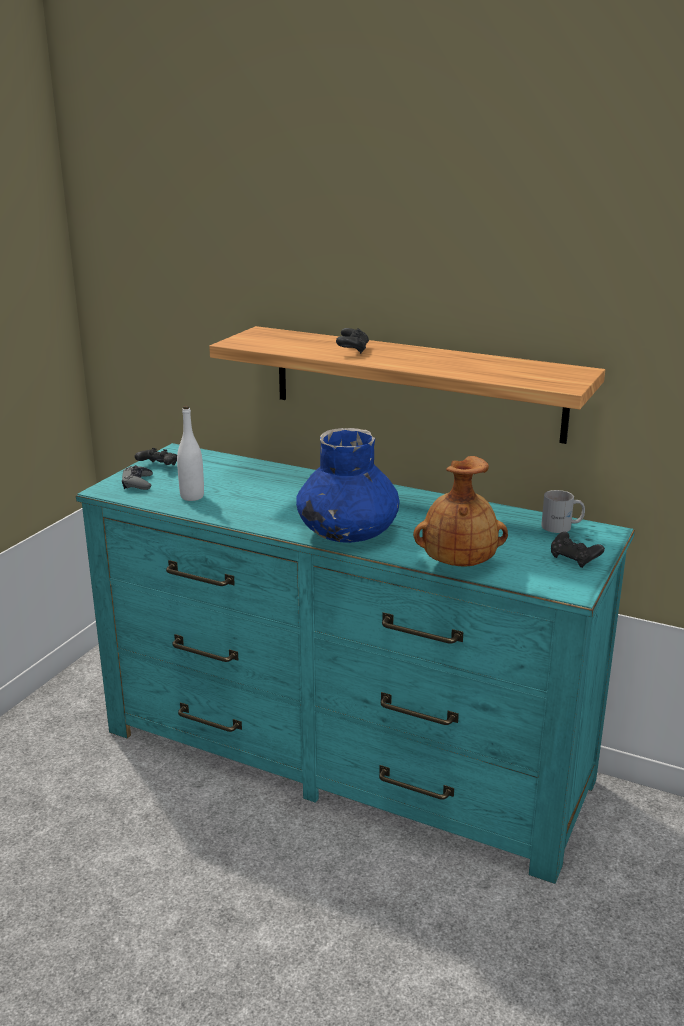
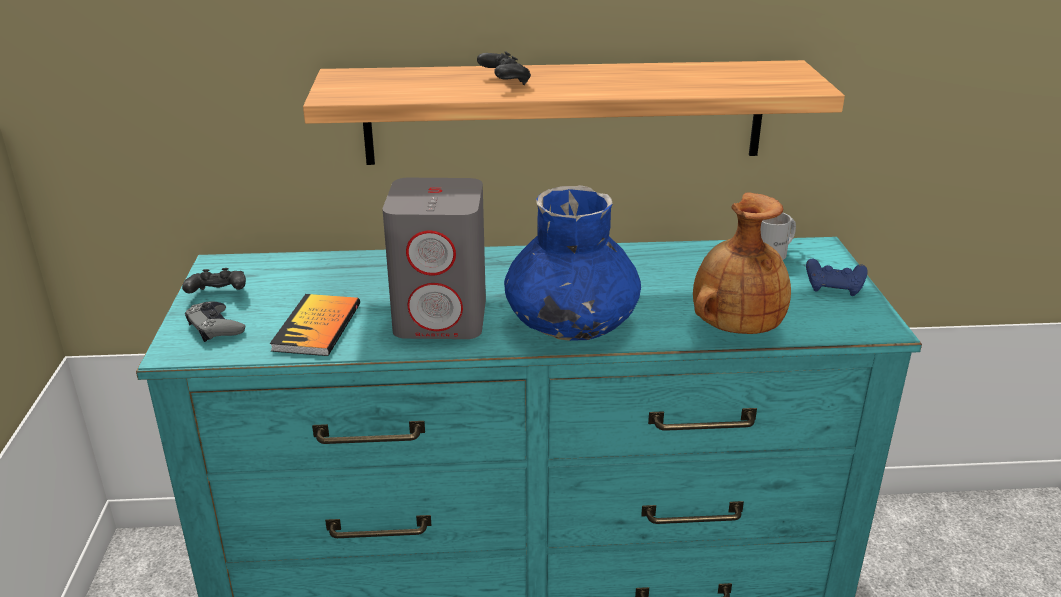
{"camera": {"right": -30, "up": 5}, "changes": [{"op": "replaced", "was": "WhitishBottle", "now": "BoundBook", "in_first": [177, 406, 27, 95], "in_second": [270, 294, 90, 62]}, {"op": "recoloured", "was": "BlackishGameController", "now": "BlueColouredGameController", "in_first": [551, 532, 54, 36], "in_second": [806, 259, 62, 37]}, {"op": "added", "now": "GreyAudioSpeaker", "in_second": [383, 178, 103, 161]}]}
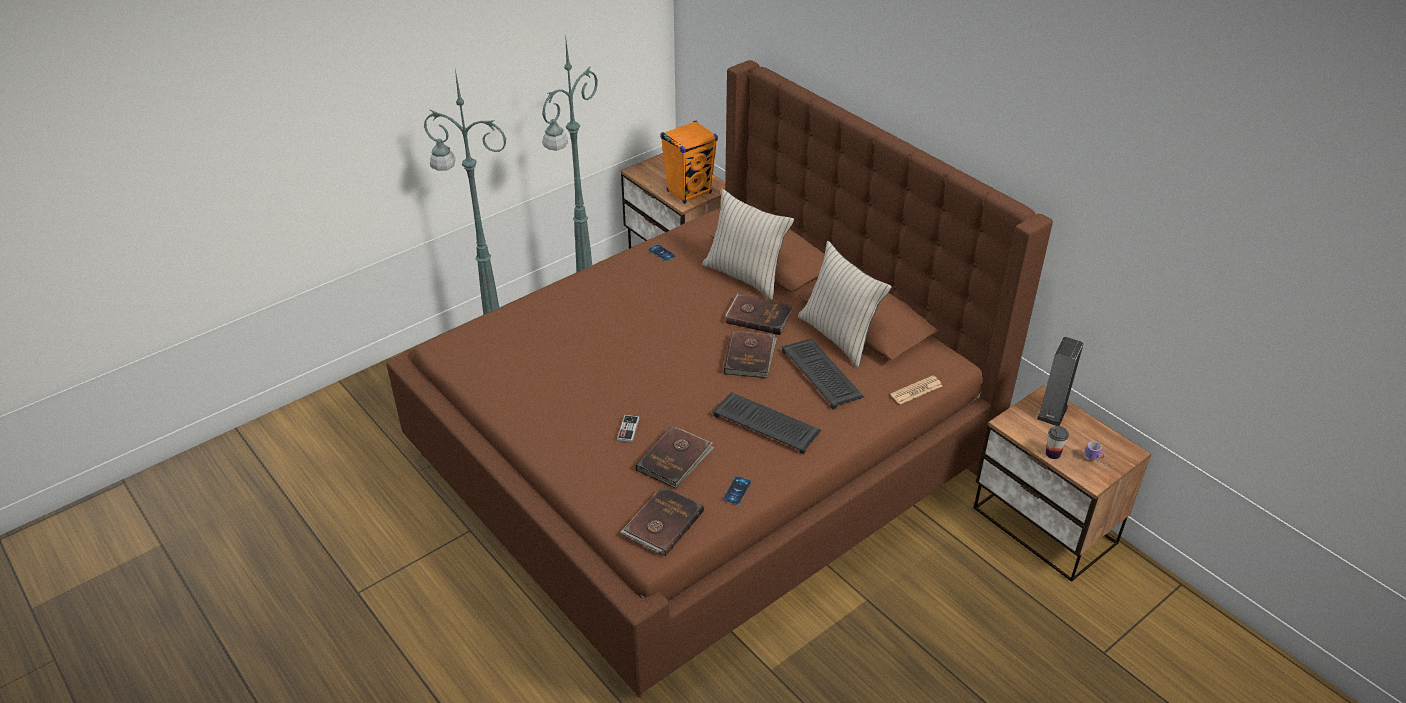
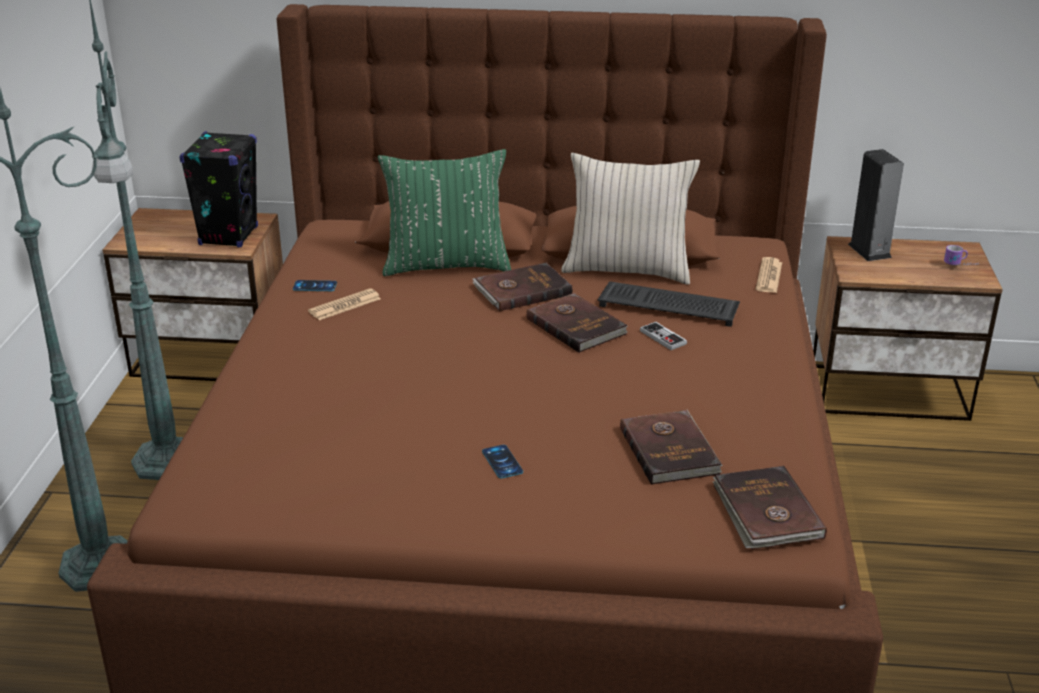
{"camera": {"right": -45, "up": -10}, "changes": [{"op": "recoloured", "was": "OrangeyAudioSpeaker", "now": "BlackishAudioSpeaker", "in_first": [660, 121, 58, 83], "in_second": [180, 131, 78, 116]}, {"op": "recoloured", "was": "BeigeColouredThrowPillow", "now": "GreenColouredThrowPillow", "in_first": [702, 188, 92, 112], "in_second": [378, 149, 133, 127]}, {"op": "removed", "was": "PcKeyboard", "in_first": [712, 392, 109, 63]}, {"op": "moved", "was": "GameController", "in_first": [617, 415, 23, 28], "in_second": [640, 322, 47, 28]}, {"op": "removed", "was": "Cup", "in_first": [1046, 426, 23, 33]}, {"op": "moved", "was": "Telephone", "in_first": [723, 476, 28, 29], "in_second": [482, 445, 41, 33]}, {"op": "added", "now": "DailyPaper", "in_second": [308, 288, 73, 32]}]}
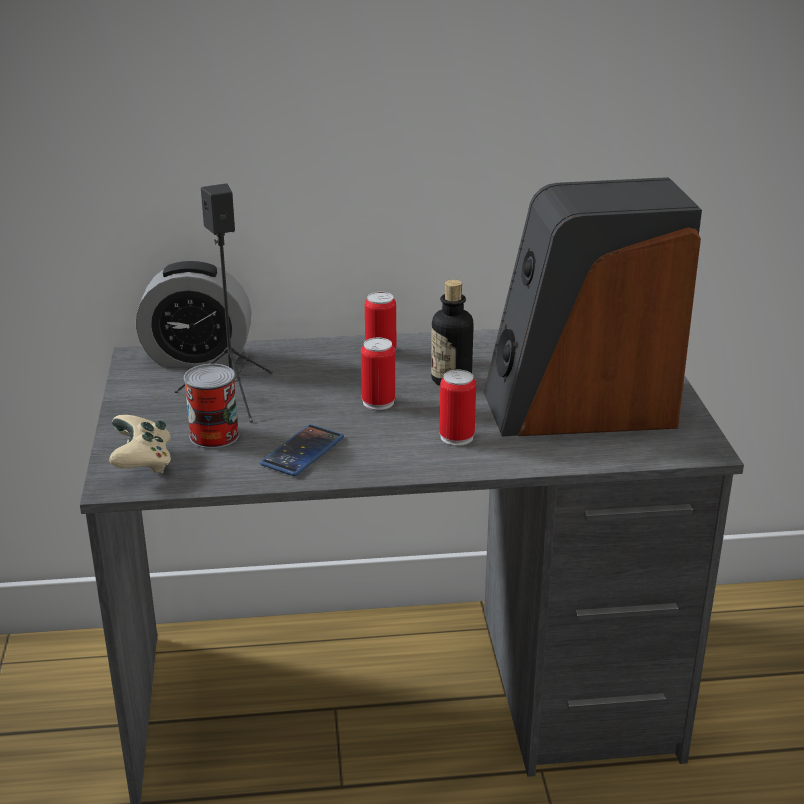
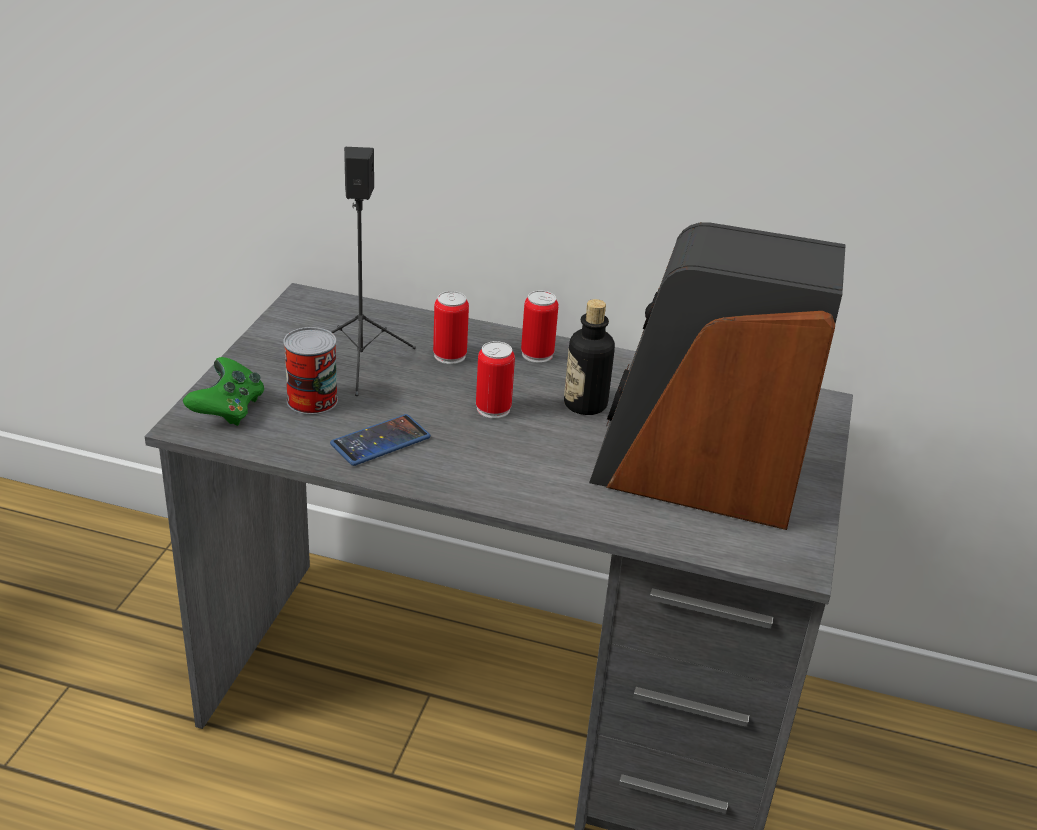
{"camera": {"right": 20, "up": 5}, "changes": [{"op": "removed", "was": "TableClock", "in_first": [136, 261, 116, 106]}, {"op": "moved", "was": "MetalCan", "in_first": [439, 370, 37, 76], "in_second": [433, 291, 36, 73]}, {"op": "recoloured", "was": "BeigeColouredGameController", "now": "GreenColouredGameController", "in_first": [109, 415, 62, 58], "in_second": [183, 357, 81, 69]}]}
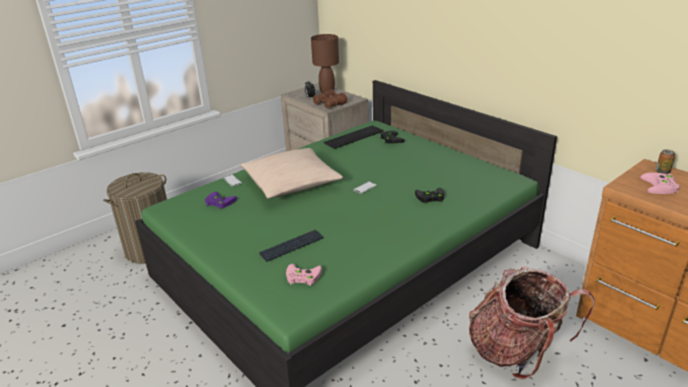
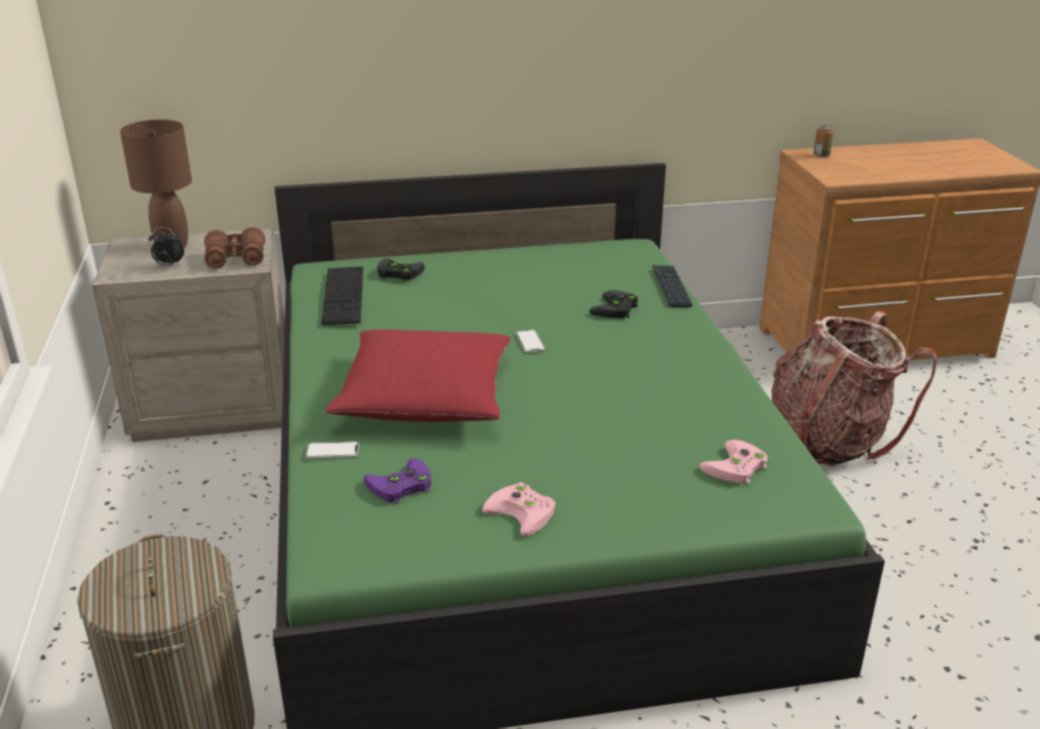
{"camera": {"right": -60, "up": 0}, "changes": [{"op": "recoloured", "was": "BeigeColouredThrowPillow", "now": "ReddishThrowPillow", "in_first": [240, 148, 104, 51], "in_second": [325, 329, 186, 93]}, {"op": "moved", "was": "PinkGameController", "in_first": [640, 172, 39, 22], "in_second": [482, 482, 74, 55]}, {"op": "moved", "was": "PcKeyboard", "in_first": [259, 230, 65, 32], "in_second": [652, 265, 41, 43]}]}
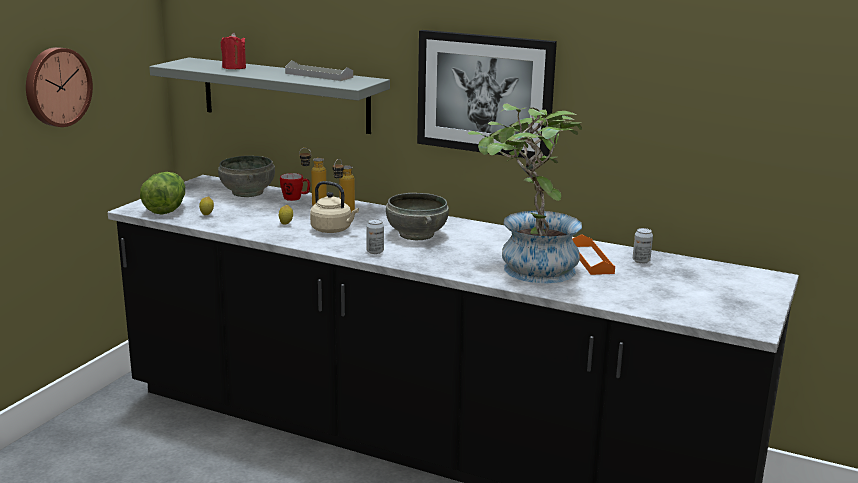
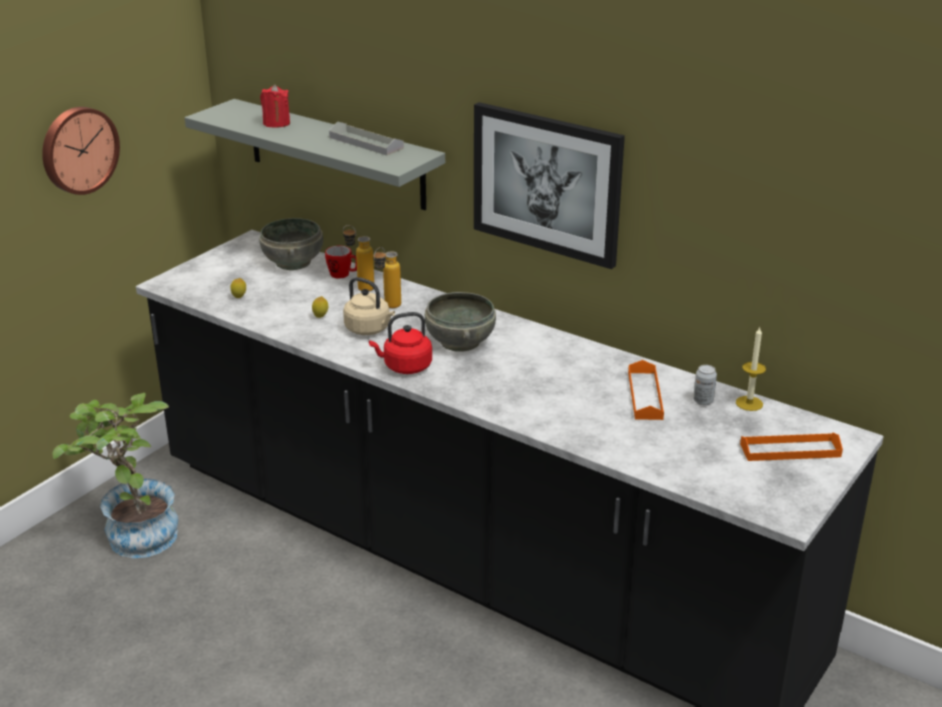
{"camera": {"right": 10, "up": 10}, "changes": [{"op": "moved", "was": "PottedPlant", "in_first": [468, 104, 114, 180], "in_second": [52, 393, 127, 165]}, {"op": "removed", "was": "LettuceHead", "in_first": [140, 172, 45, 43]}, {"op": "replaced", "was": "MetalCan", "now": "ReddishKettle", "in_first": [366, 219, 18, 35], "in_second": [369, 312, 63, 62]}, {"op": "added", "now": "WaxCandle", "in_second": [736, 327, 30, 84]}, {"op": "added", "now": "OrangeyCarryingTray", "in_second": [740, 432, 103, 29]}]}
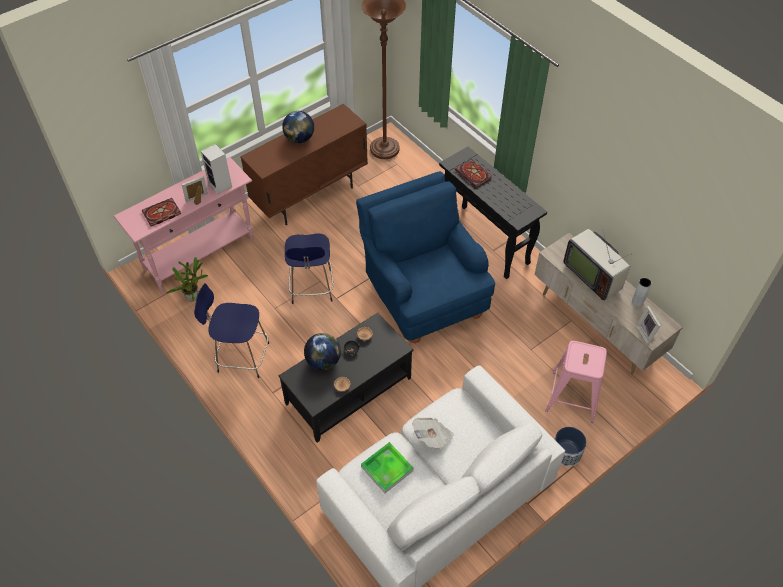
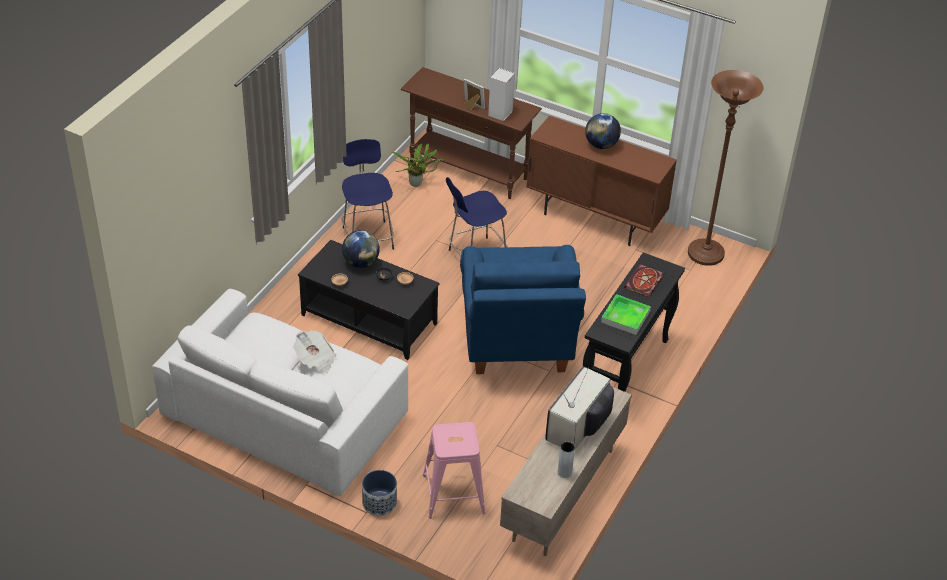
{"camera": {"right": 65, "up": -10}, "changes": [{"op": "recoloured", "was": "PinkHallTable", "now": "BrownishHallTable", "in_first": [113, 157, 141, 135], "in_second": [401, 67, 141, 132]}, {"op": "turned", "was": "BlueColouredEasyChair", "in_first": [356, 171, 139, 172], "in_second": [460, 245, 126, 129], "clockwise": 135}, {"op": "removed", "was": "BoundBook", "in_first": [142, 198, 39, 28]}, {"op": "removed", "was": "PhotoFrame", "in_first": [636, 306, 25, 39]}, {"op": "moved", "was": "CarryingTray", "in_first": [361, 442, 53, 51], "in_second": [601, 294, 50, 41]}]}
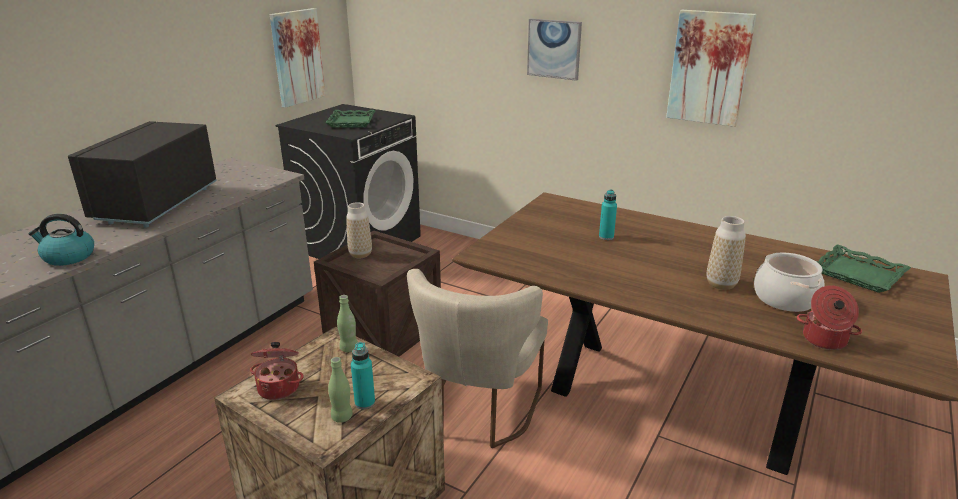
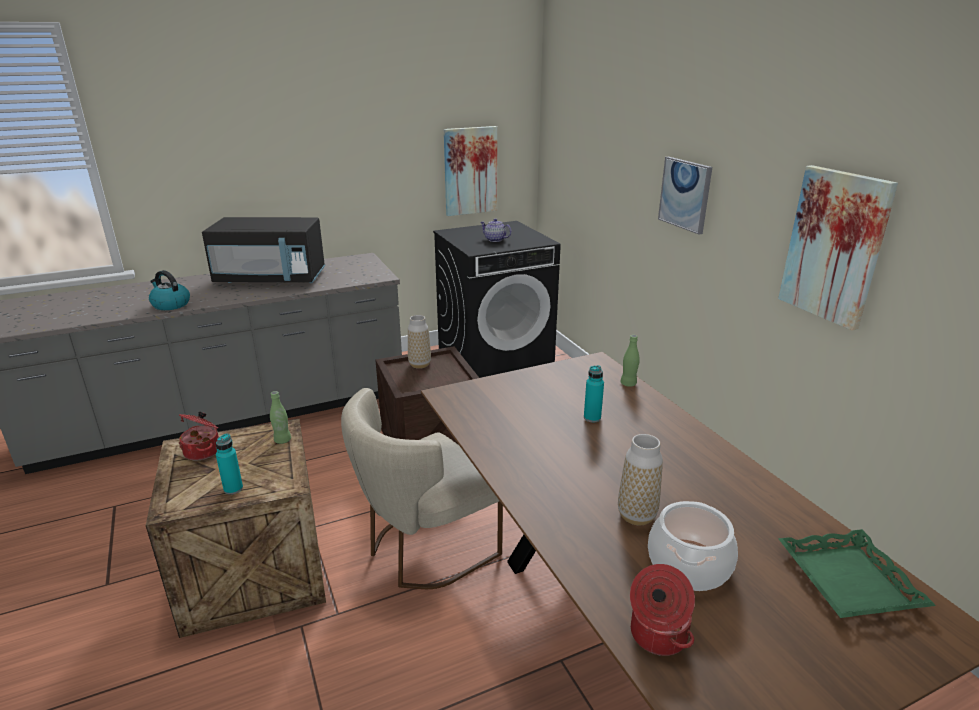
{"camera": {"right": 35, "up": 0}, "changes": [{"op": "replaced", "was": "GreenColouredCarryingTray", "now": "Teapot", "in_first": [325, 110, 51, 17], "in_second": [480, 219, 32, 23]}, {"op": "turned", "was": "BlackishMicrowave", "in_first": [68, 121, 149, 107], "in_second": [202, 217, 123, 66], "clockwise": -135}, {"op": "moved", "was": "GreenColouredBottle", "in_first": [328, 357, 25, 66], "in_second": [621, 335, 19, 52]}]}
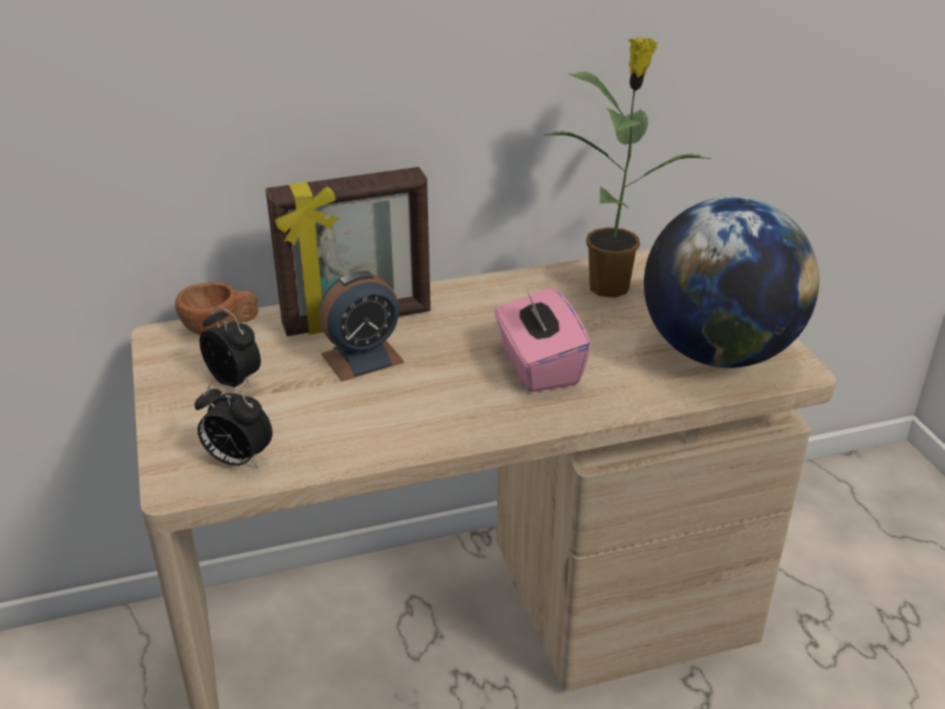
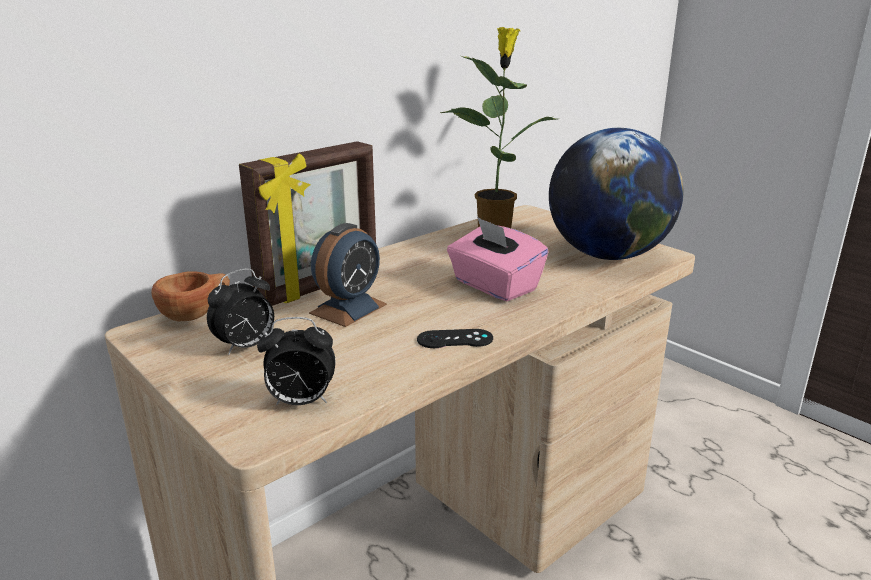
{"camera": {"right": -25, "up": -10}, "changes": [{"op": "turned", "was": "TableClock", "in_first": [200, 306, 61, 82], "in_second": [207, 268, 67, 87], "clockwise": 120}, {"op": "added", "now": "BlackishGameController", "in_second": [417, 329, 76, 19]}]}
